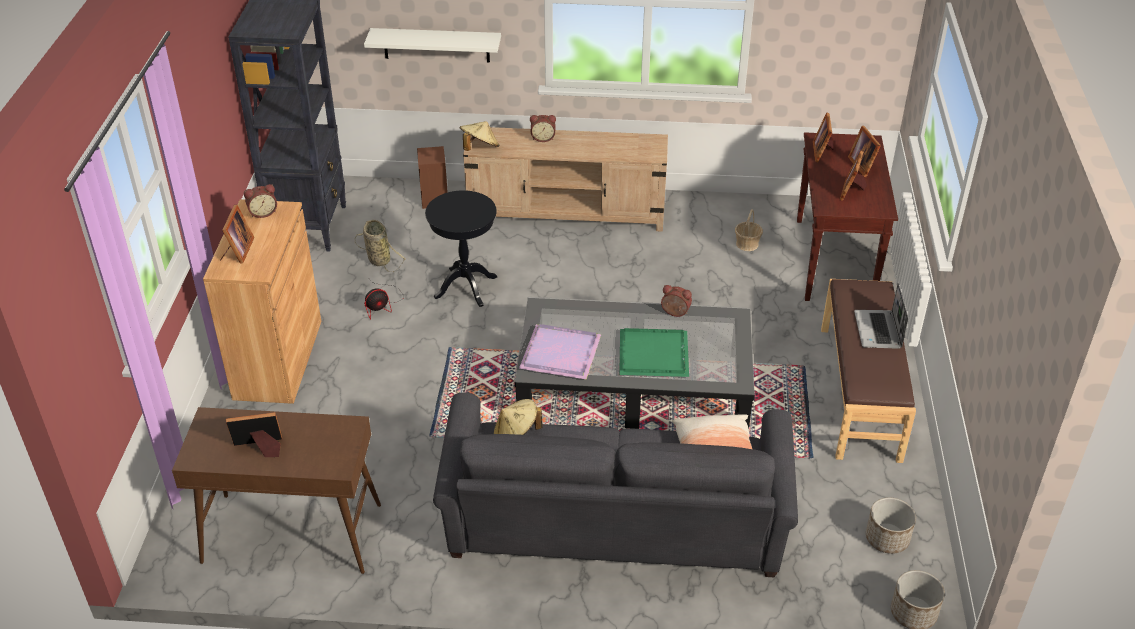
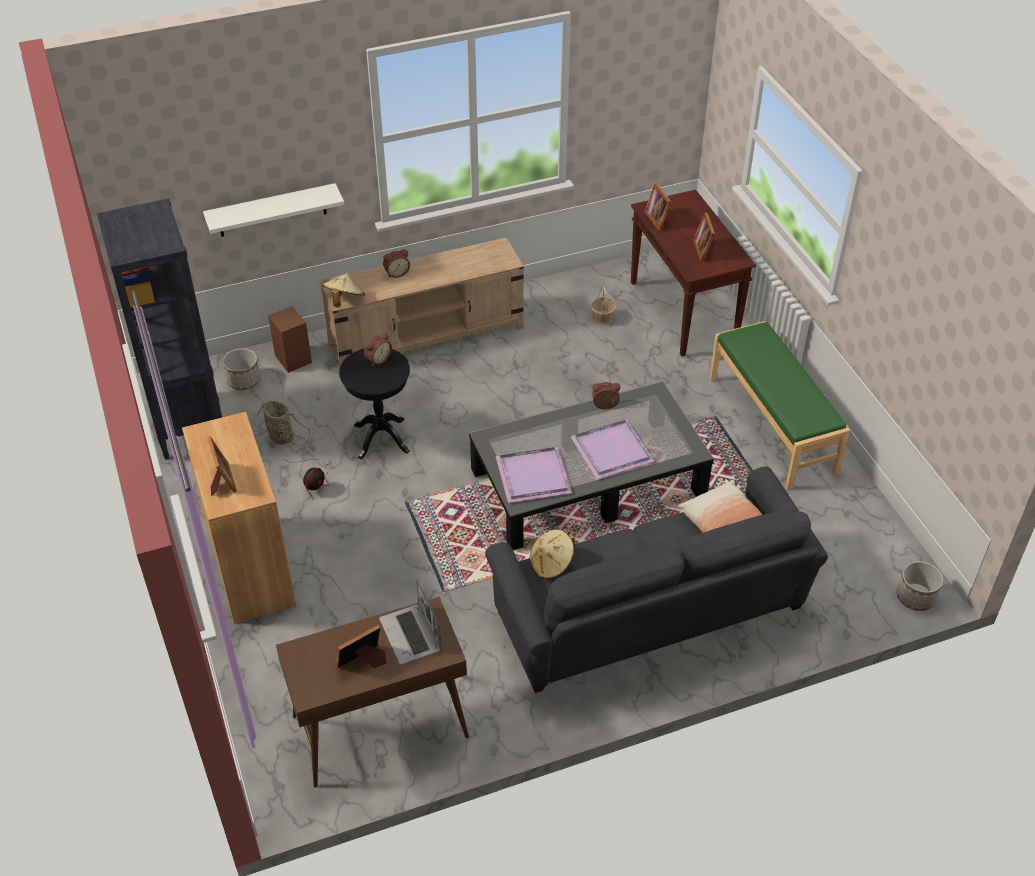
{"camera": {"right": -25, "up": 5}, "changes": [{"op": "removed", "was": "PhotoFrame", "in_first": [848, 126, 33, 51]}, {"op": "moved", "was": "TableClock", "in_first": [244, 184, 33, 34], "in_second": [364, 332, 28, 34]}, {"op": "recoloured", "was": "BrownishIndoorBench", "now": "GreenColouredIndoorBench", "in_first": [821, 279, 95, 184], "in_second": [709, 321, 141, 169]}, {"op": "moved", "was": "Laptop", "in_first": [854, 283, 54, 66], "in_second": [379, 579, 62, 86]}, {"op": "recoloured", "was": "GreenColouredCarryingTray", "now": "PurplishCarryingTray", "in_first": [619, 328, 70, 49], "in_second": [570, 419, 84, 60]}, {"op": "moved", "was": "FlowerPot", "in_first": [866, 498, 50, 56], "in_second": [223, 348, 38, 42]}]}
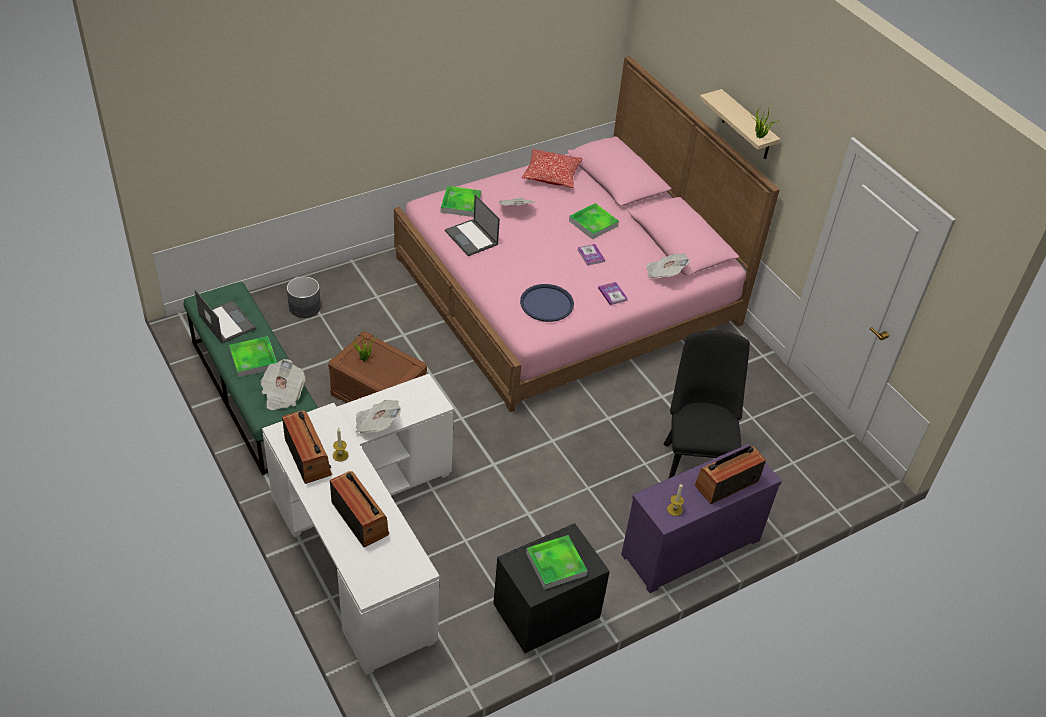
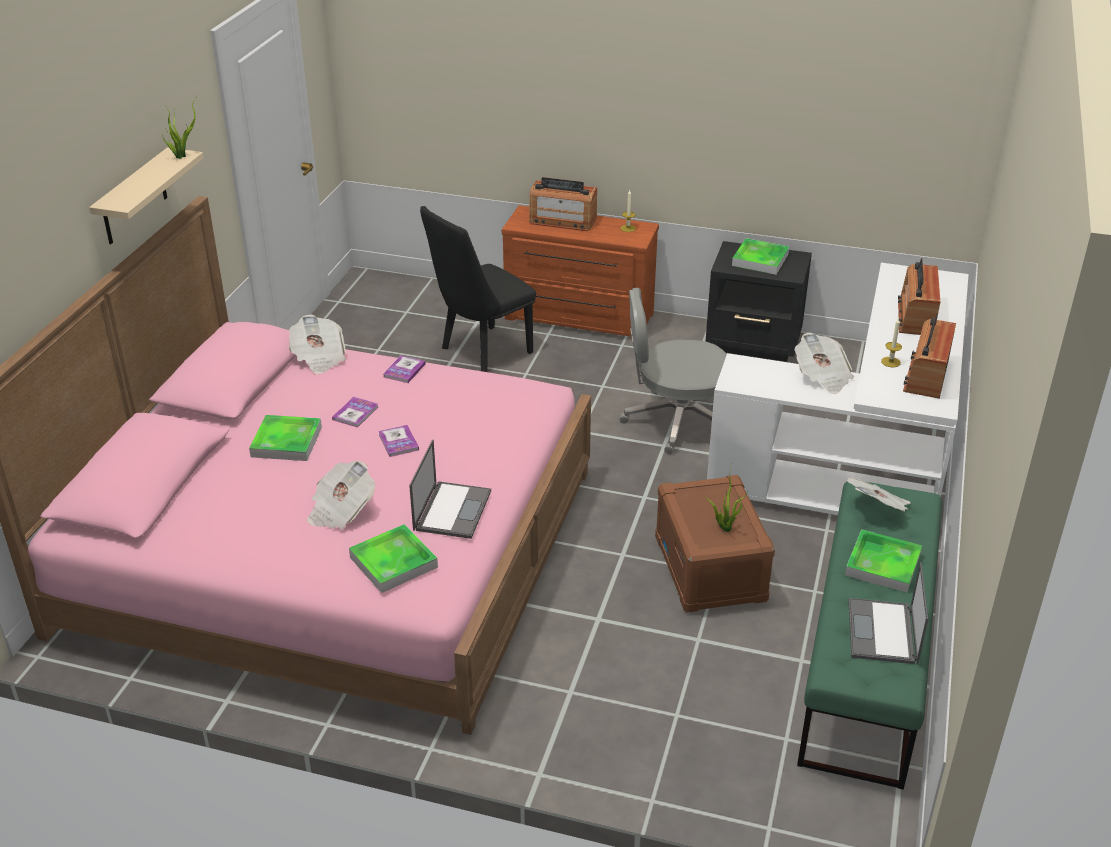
{"camera": {"right": -130, "up": -10}, "changes": [{"op": "removed", "was": "ThrowPillow", "in_first": [521, 149, 62, 39]}, {"op": "removed", "was": "GreyFlowerPot", "in_first": [287, 276, 34, 42]}, {"op": "removed", "was": "BlueColouredCarryingTray", "in_first": [520, 284, 54, 38]}, {"op": "recoloured", "was": "PurplishDresser", "now": "BrownishDresser", "in_first": [621, 444, 161, 149], "in_second": [502, 205, 157, 134]}, {"op": "added", "now": "GreyDeskChair", "in_second": [620, 288, 107, 166]}, {"op": "added", "now": "BoundBook", "in_second": [378, 425, 41, 32]}]}
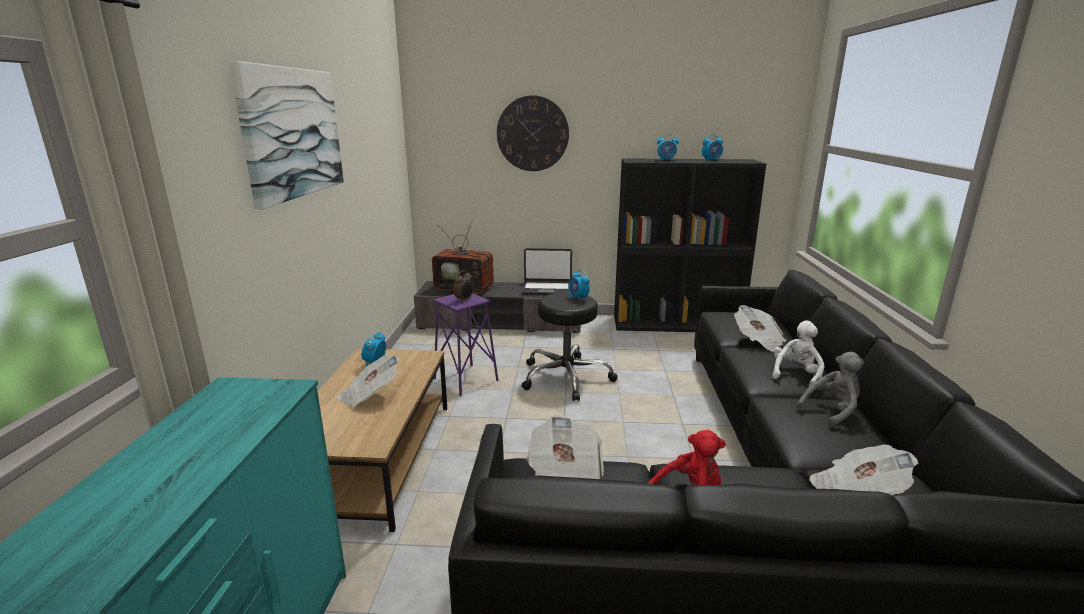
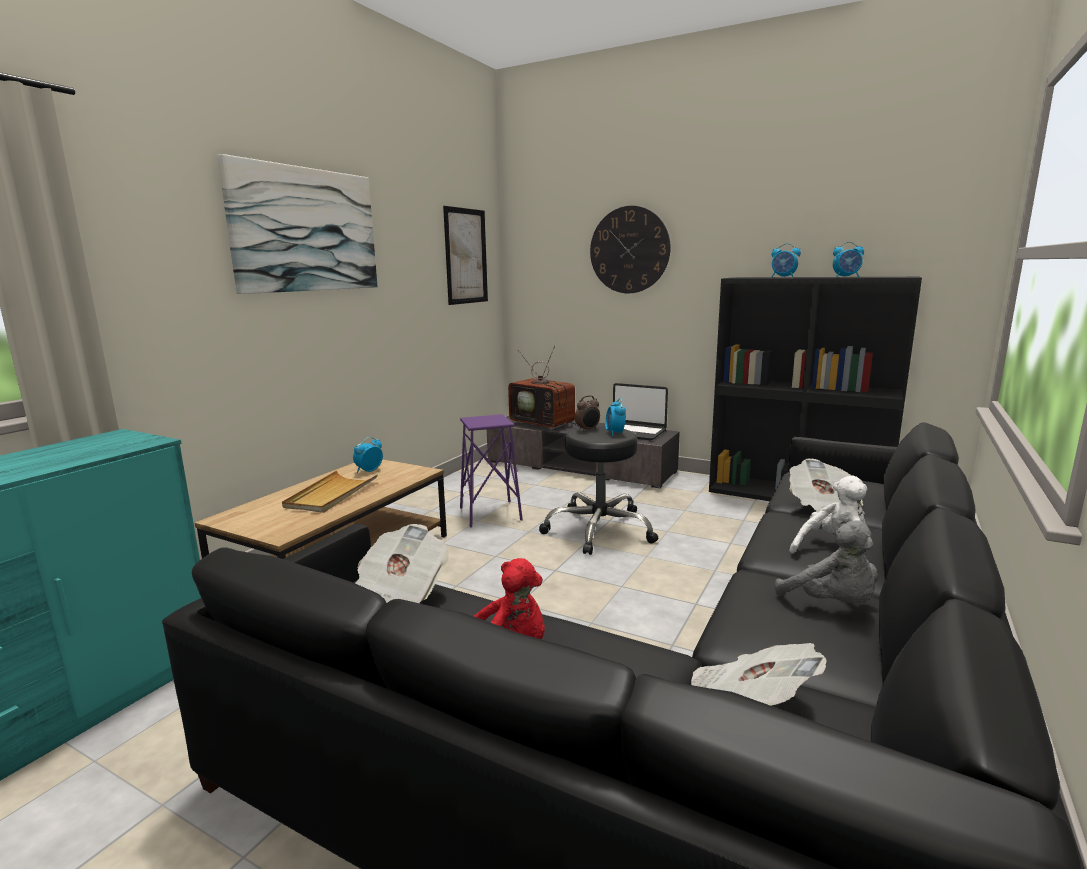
{"camera": {"right": 25, "up": -5}, "changes": [{"op": "moved", "was": "TableClock", "in_first": [453, 270, 20, 32], "in_second": [575, 395, 25, 37]}, {"op": "turned", "was": "GreyCuddlyToy", "in_first": [796, 352, 68, 76], "in_second": [775, 520, 103, 83], "clockwise": 60}, {"op": "replaced", "was": "DailyPaper", "now": "BeigeColouredCarryingTray", "in_first": [337, 355, 63, 52], "in_second": [282, 471, 96, 42]}, {"op": "added", "now": "Picture", "in_second": [443, 206, 45, 99]}]}
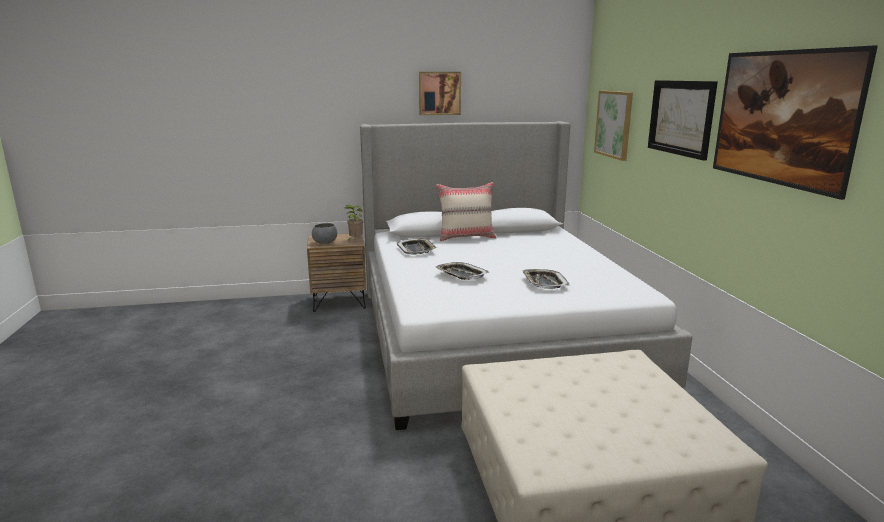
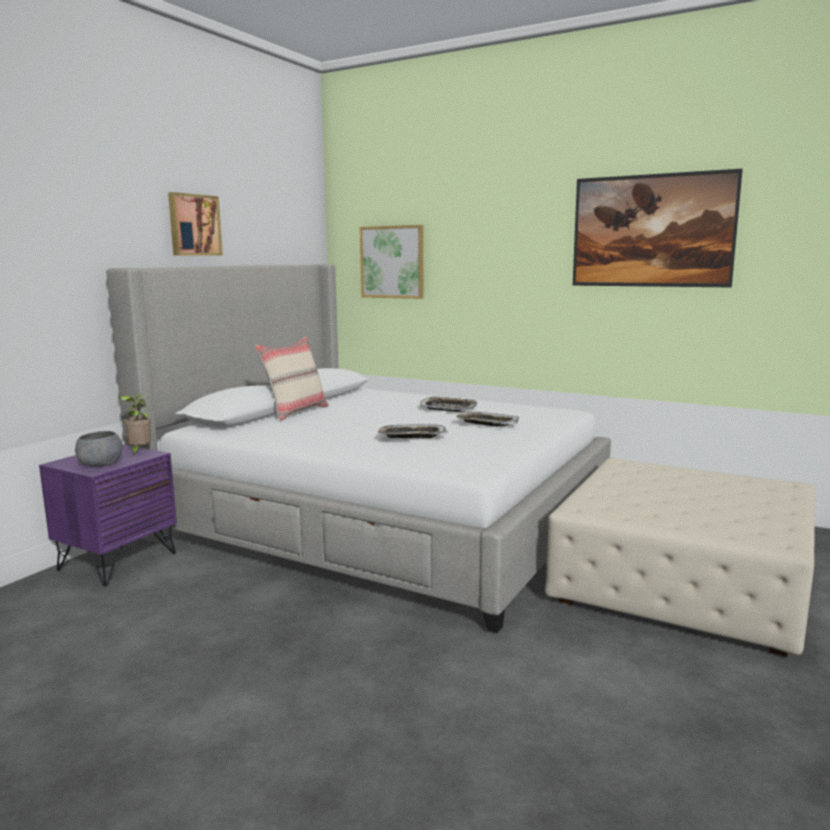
{"camera": {"right": -50, "up": -5}, "changes": [{"op": "removed", "was": "Picture", "in_first": [648, 80, 70, 80]}, {"op": "recoloured", "was": "BrownishNightTable", "now": "PurplishNightTable", "in_first": [307, 233, 59, 79], "in_second": [39, 444, 138, 142]}, {"op": "moved", "was": "CarryingTray", "in_first": [397, 238, 40, 17], "in_second": [420, 397, 57, 15]}]}
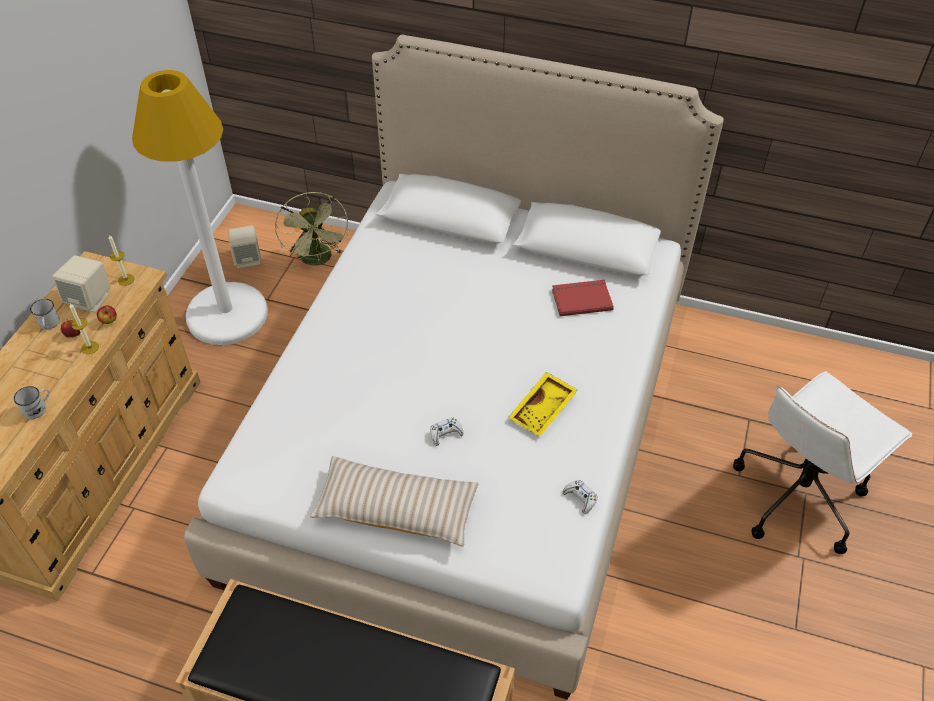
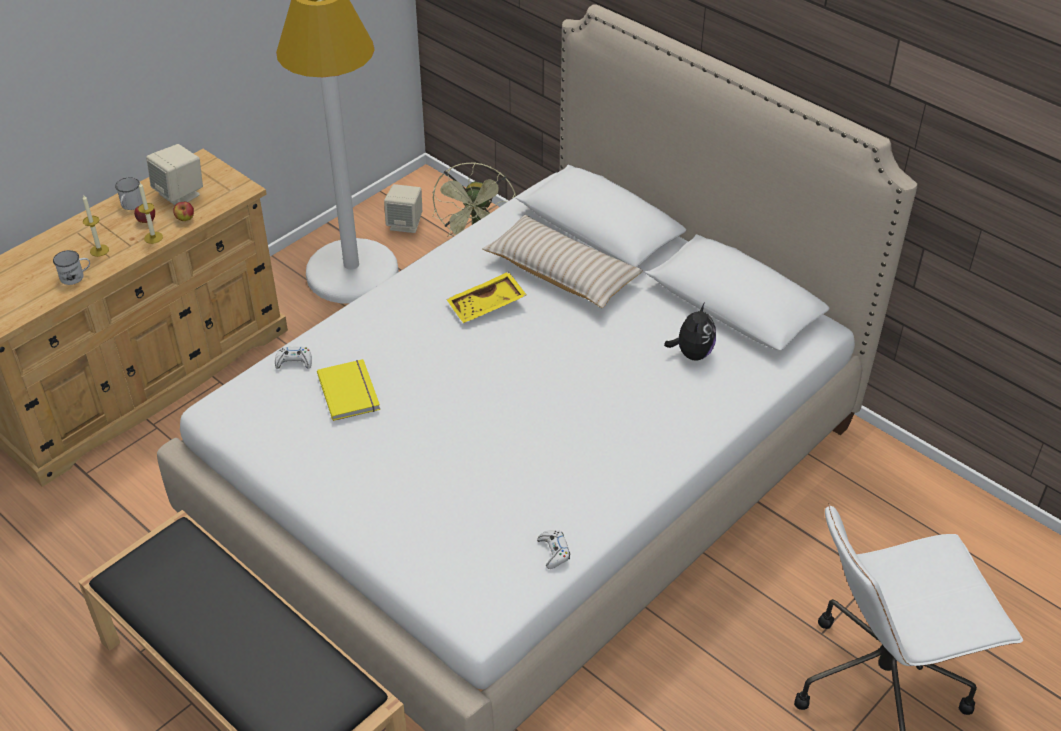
{"camera": {"right": 25, "up": -5}, "changes": [{"op": "moved", "was": "WaxCandle", "in_first": [109, 235, 25, 51], "in_second": [83, 194, 26, 63]}, {"op": "replaced", "was": "ReddishBoundBook", "now": "CuddlyToy", "in_first": [552, 280, 62, 36], "in_second": [664, 302, 52, 58]}, {"op": "moved", "was": "YellowCarryingTray", "in_first": [508, 372, 70, 64], "in_second": [446, 272, 81, 51]}, {"op": "moved", "was": "WhitishGameController", "in_first": [430, 418, 34, 28], "in_second": [275, 347, 37, 22]}, {"op": "moved", "was": "BeigeColouredThrowPillow", "in_first": [310, 456, 168, 90], "in_second": [482, 215, 161, 93]}, {"op": "added", "now": "YellowBoundBook", "in_second": [317, 359, 63, 62]}]}
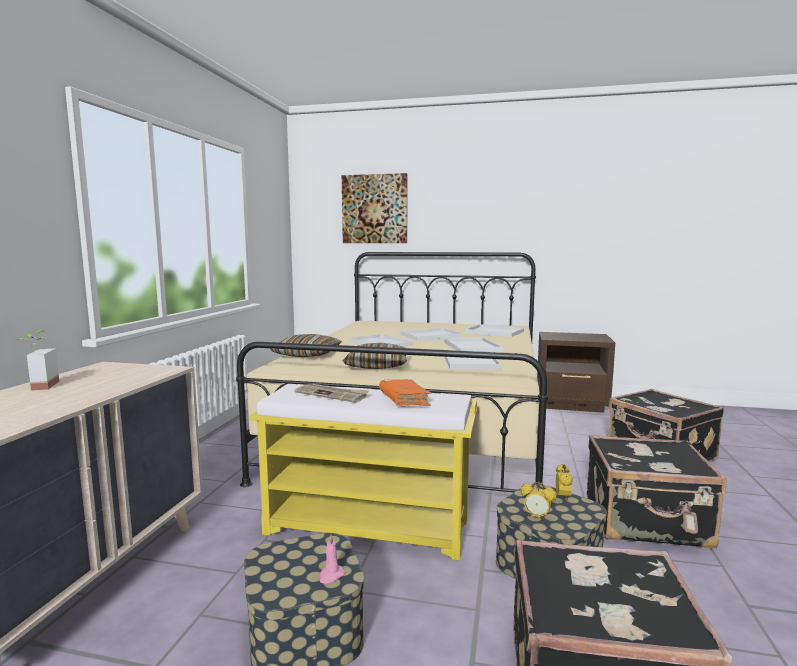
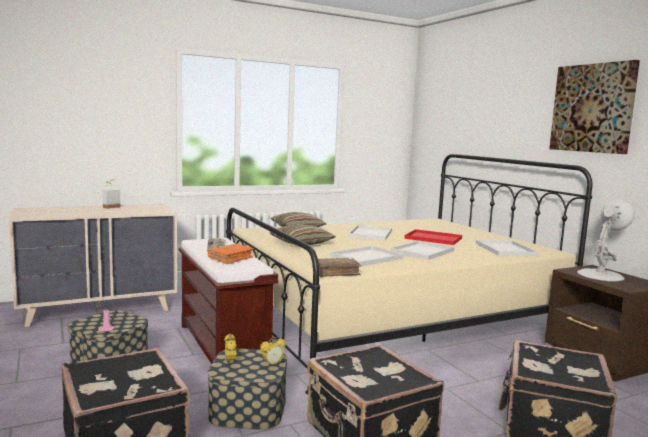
{"camera": {"right": 50, "up": 0}, "changes": [{"op": "moved", "was": "Picture", "in_first": [342, 173, 66, 70], "in_second": [549, 60, 91, 94]}, {"op": "recoloured", "was": "WhitishCarryingTray", "now": "ReddishCarryingTray", "in_first": [401, 328, 61, 13], "in_second": [404, 229, 58, 16]}, {"op": "recoloured", "was": "YellowIndoorBench", "now": "BrownishIndoorBench", "in_first": [249, 384, 229, 177], "in_second": [179, 238, 99, 126]}, {"op": "added", "now": "WhitishTabletopLamp", "in_second": [577, 199, 58, 83]}, {"op": "added", "now": "BrownishBoundBook", "in_second": [312, 258, 50, 19]}]}
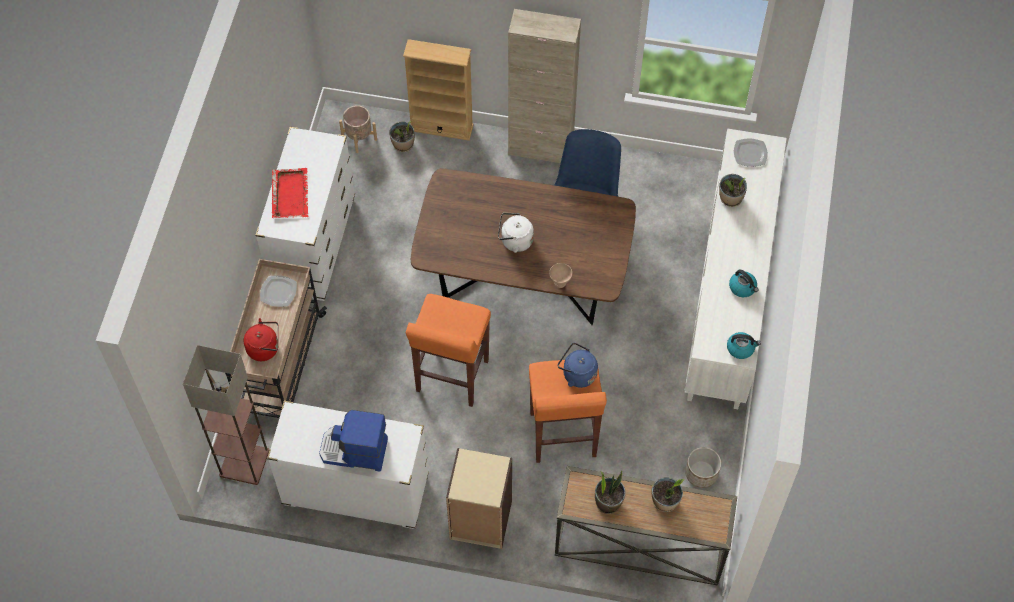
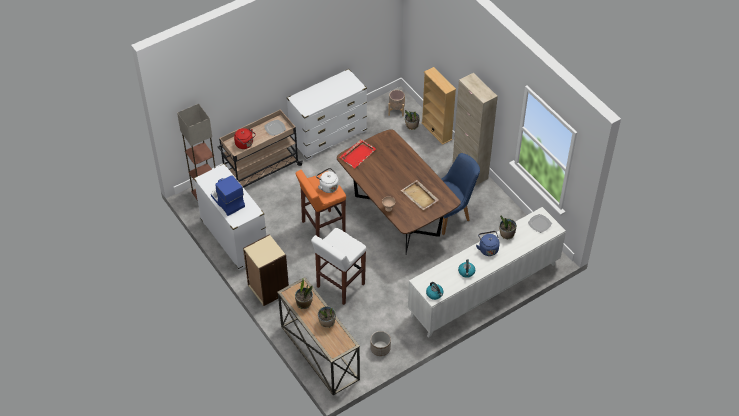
{"camera": {"right": 45, "up": -10}, "changes": [{"op": "moved", "was": "ReddishCarryingTray", "in_first": [272, 168, 37, 50], "in_second": [339, 139, 37, 29]}, {"op": "moved", "was": "WhitishKettle", "in_first": [498, 213, 36, 40], "in_second": [316, 168, 23, 25]}, {"op": "moved", "was": "BlueColouredKettle", "in_first": [558, 343, 40, 45], "in_second": [476, 231, 24, 25]}, {"op": "recoloured", "was": "OrangeySittingStool", "now": "WhitishSittingStool", "in_first": [529, 359, 78, 104], "in_second": [311, 228, 56, 77]}, {"op": "added", "now": "BeigeColouredCarryingTray", "in_second": [401, 180, 38, 30]}]}
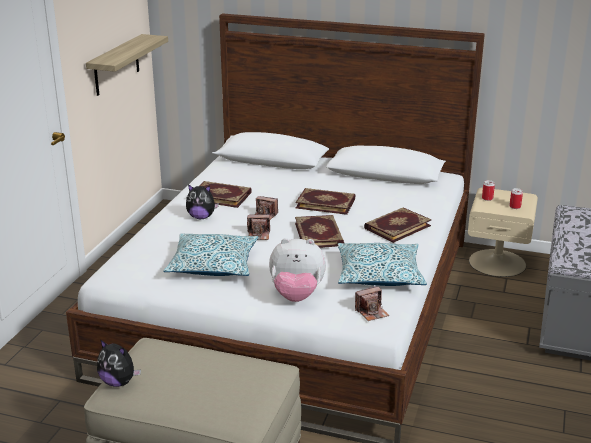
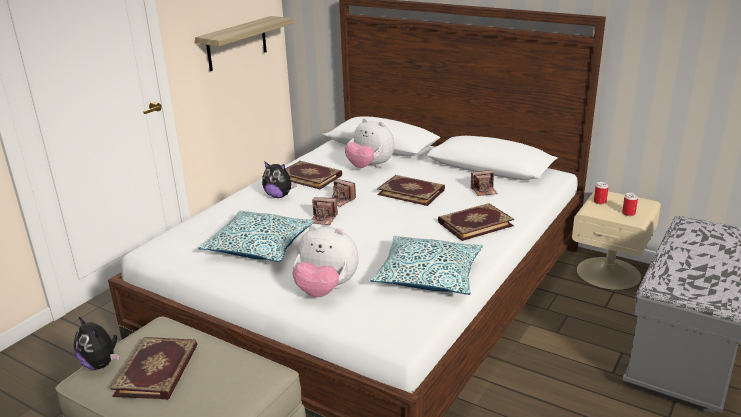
{"camera": {"right": 15, "up": 0}, "changes": [{"op": "moved", "was": "BoundBook", "in_first": [295, 215, 49, 33], "in_second": [110, 337, 87, 63]}, {"op": "moved", "was": "StillCamera", "in_first": [355, 286, 34, 35], "in_second": [470, 170, 28, 26]}, {"op": "added", "now": "CuddlyToy", "in_second": [345, 118, 49, 50]}]}
